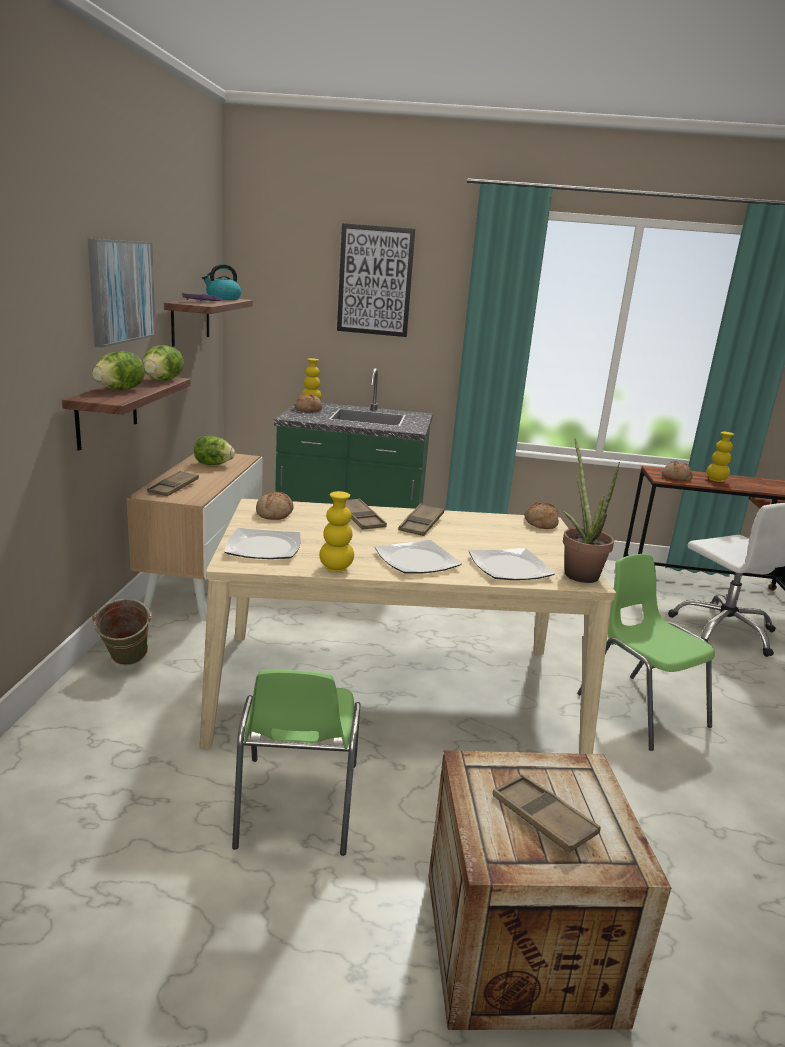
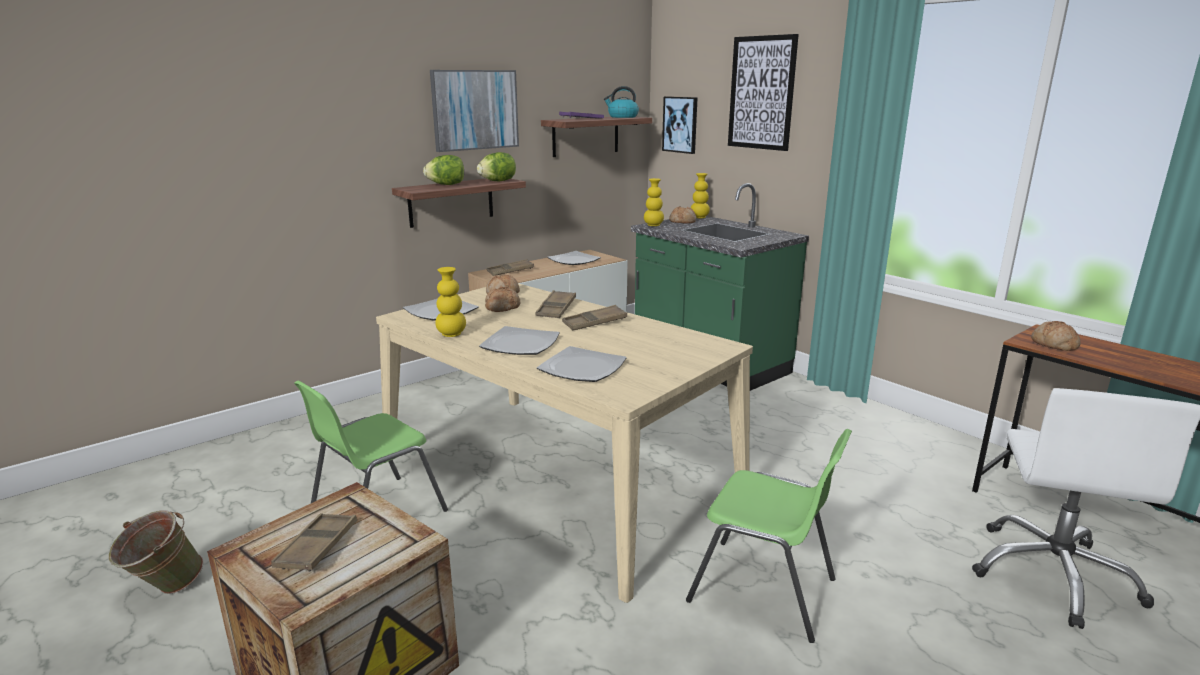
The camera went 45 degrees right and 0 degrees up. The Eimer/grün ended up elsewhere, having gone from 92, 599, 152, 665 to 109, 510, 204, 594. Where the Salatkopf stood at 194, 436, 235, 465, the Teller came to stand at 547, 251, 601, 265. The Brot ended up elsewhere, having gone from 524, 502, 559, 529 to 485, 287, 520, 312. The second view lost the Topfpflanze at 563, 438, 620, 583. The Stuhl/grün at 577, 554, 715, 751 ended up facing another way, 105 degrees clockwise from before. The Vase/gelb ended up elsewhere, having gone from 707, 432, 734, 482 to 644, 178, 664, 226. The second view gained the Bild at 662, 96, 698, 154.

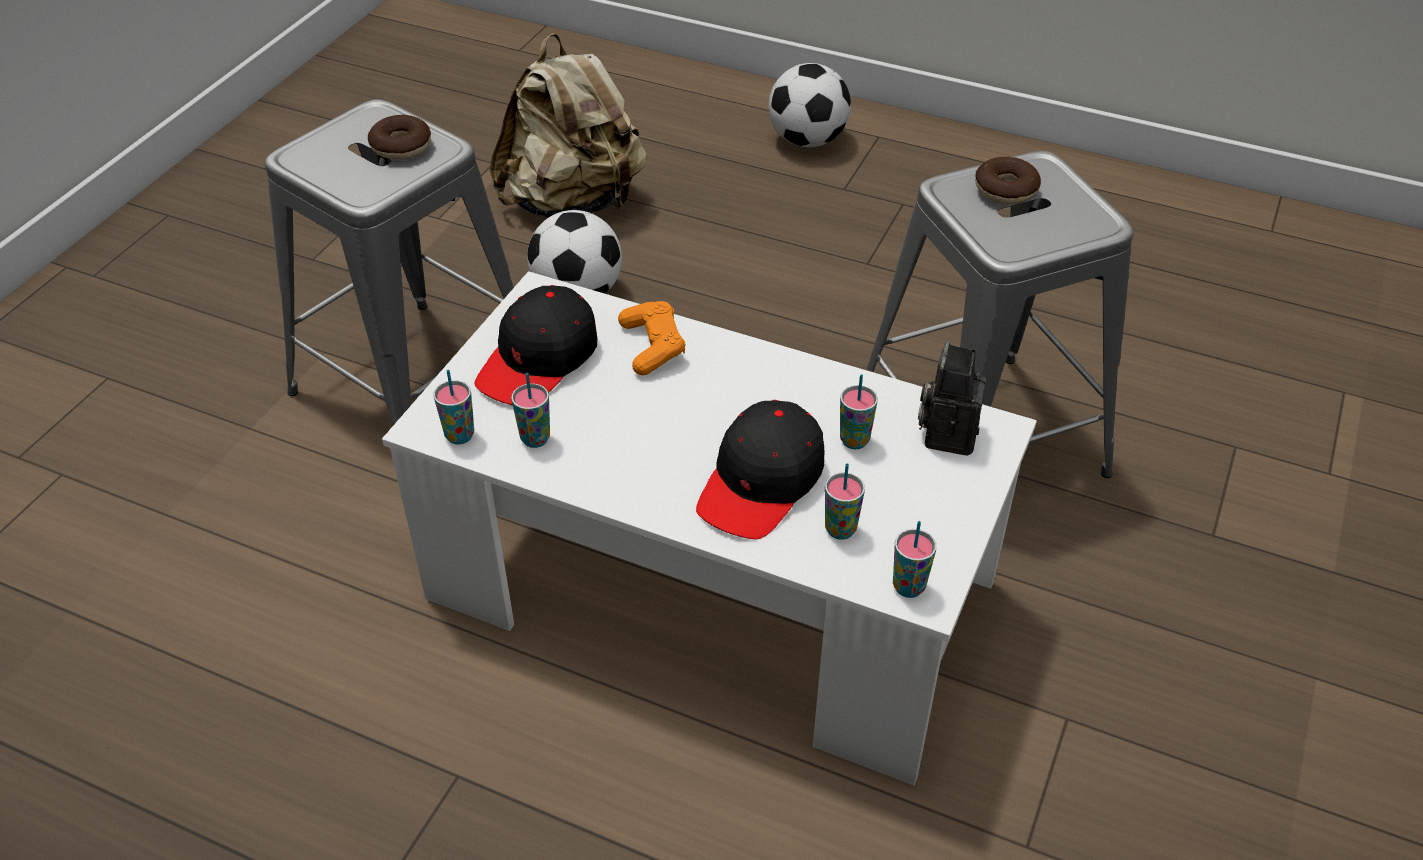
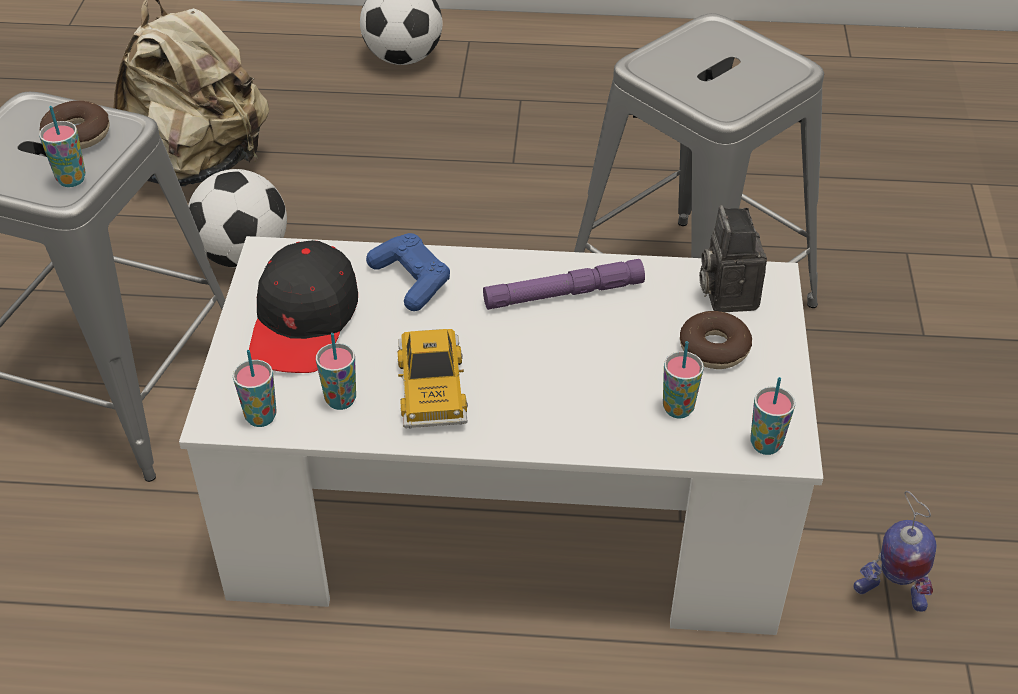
The camera went 20 degrees left and 0 degrees up. What was the Gamepad/orange at 618, 301, 685, 375 turned into the Gamepad/blau at 366, 233, 450, 311. The second view lost the Kappe/schwarz at 696, 400, 824, 539. The Tasse ended up elsewhere, having gone from 840, 374, 878, 449 to 39, 106, 86, 187. The Donut ended up elsewhere, having gone from 975, 157, 1041, 205 to 680, 311, 752, 369. The second view gained the Spielzeugauto at 398, 329, 468, 429. The second view gained the Taschenlampe/lila at 483, 259, 645, 310. The second view gained the Spielzeugroboter at 853, 491, 937, 612.

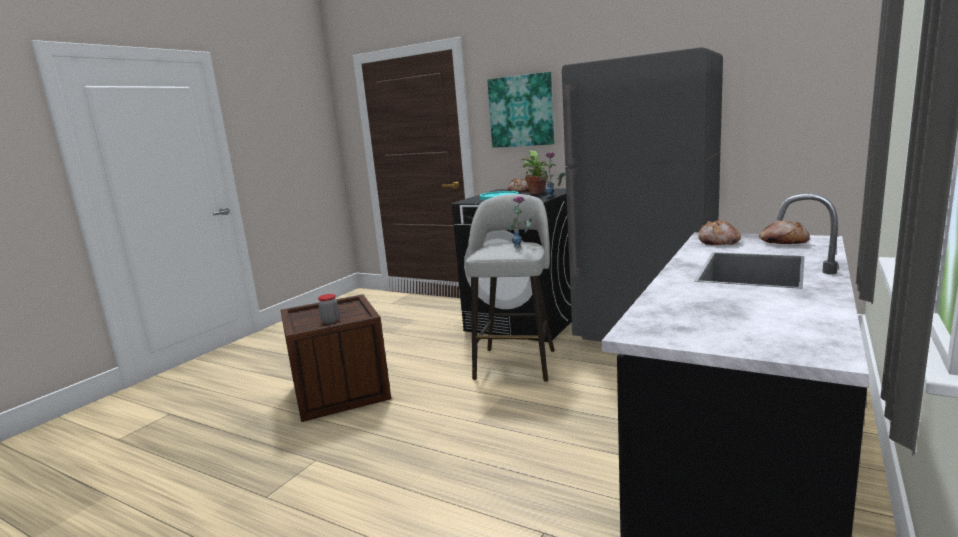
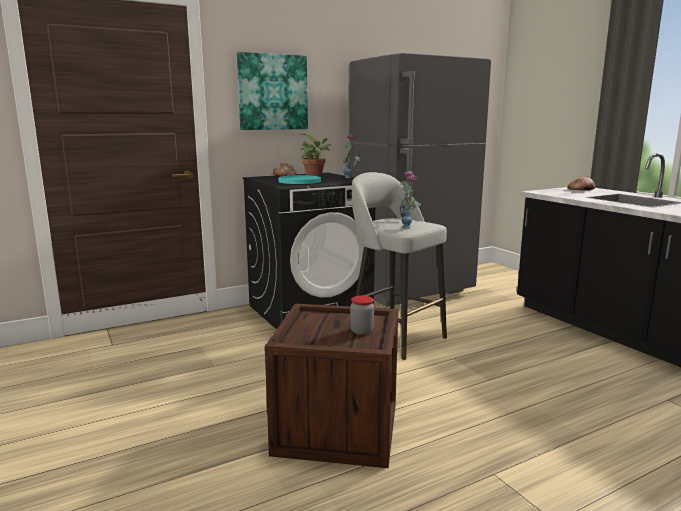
The camera went 60 degrees left and 0 degrees up. The second view lost the Brot at 698, 220, 741, 245. The second view gained the Vase at 402, 175, 421, 228.

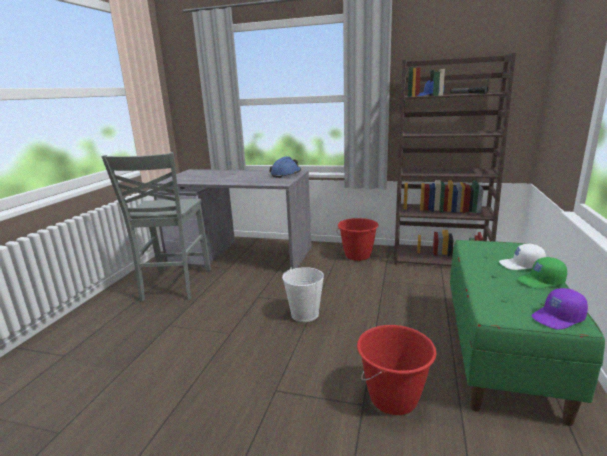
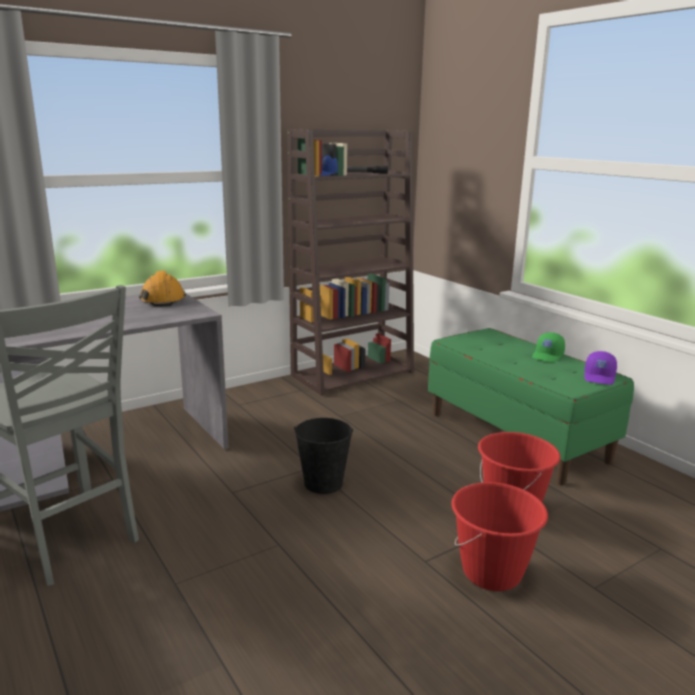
The camera went 50 degrees left and 0 degrees up. What was the Schutzhelm/blau at 269, 156, 301, 178 turned into the Schutzhelm/orange at 139, 271, 186, 307. What was the Eimer/weiß at 282, 267, 324, 322 turned into the Eimer/schwarz at 294, 418, 353, 494. The Eimer/rot ended up elsewhere, having gone from 337, 218, 379, 261 to 451, 482, 548, 591. The second view lost the Kappe/weiß at 499, 244, 546, 270.

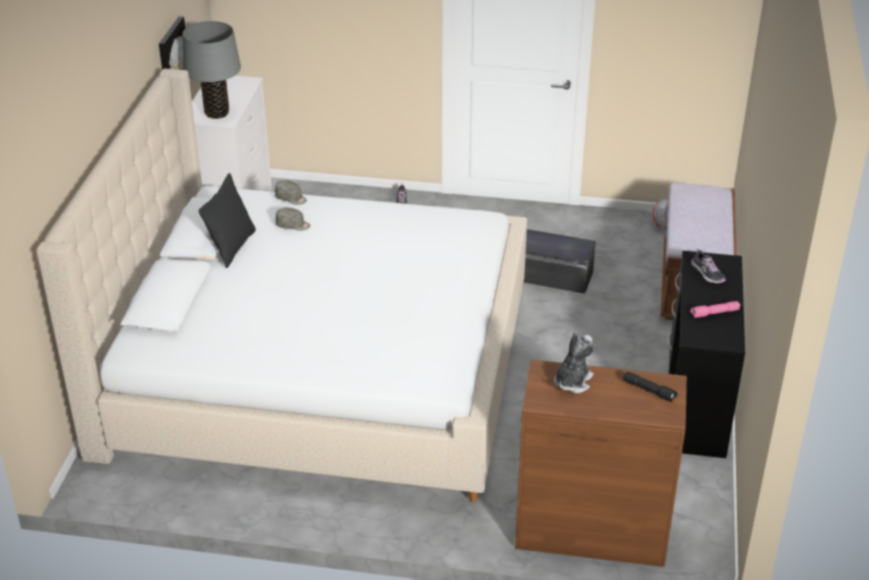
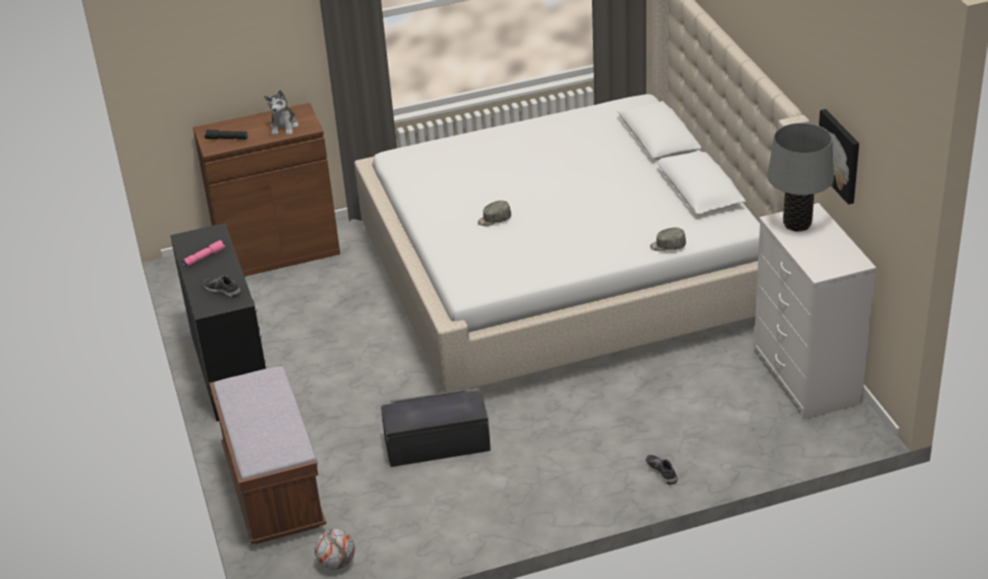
The camera went 155 degrees right and 0 degrees up. The second view lost the Kissen/schwarz at 199, 173, 256, 268. The Kappe/grau ended up elsewhere, having gone from 275, 207, 310, 231 to 478, 200, 511, 226.

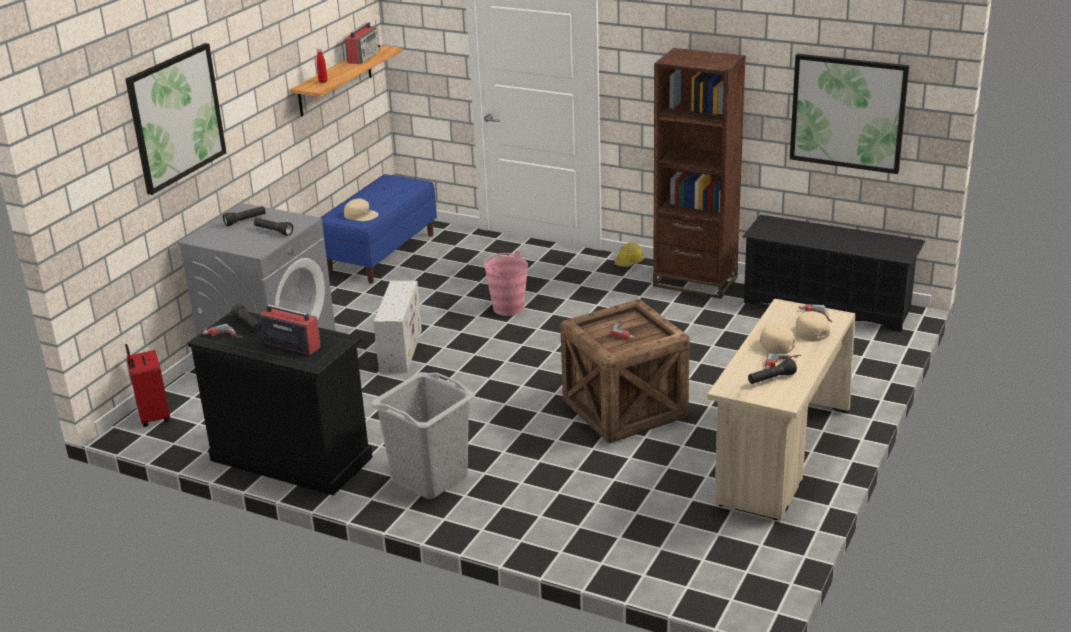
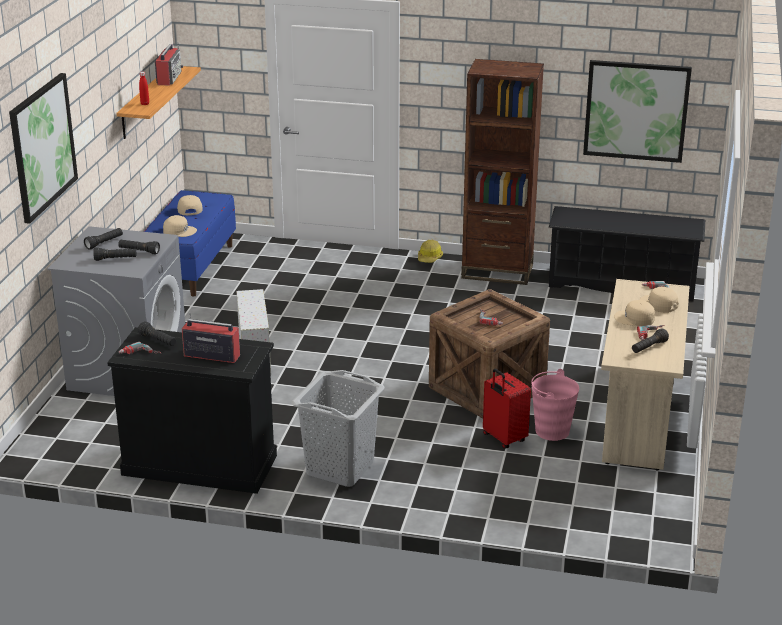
The camera went 15 degrees left and 0 degrees up. The Koffer/rot ended up elsewhere, having gone from 125, 344, 170, 427 to 483, 369, 531, 448. The Eimer/rosa ended up elsewhere, having gone from 484, 251, 528, 316 to 531, 369, 579, 441. The second view gained the Taschenlampe/schwarz at 93, 247, 136, 261. The second view gained the Kappe/beige at 177, 195, 202, 215.

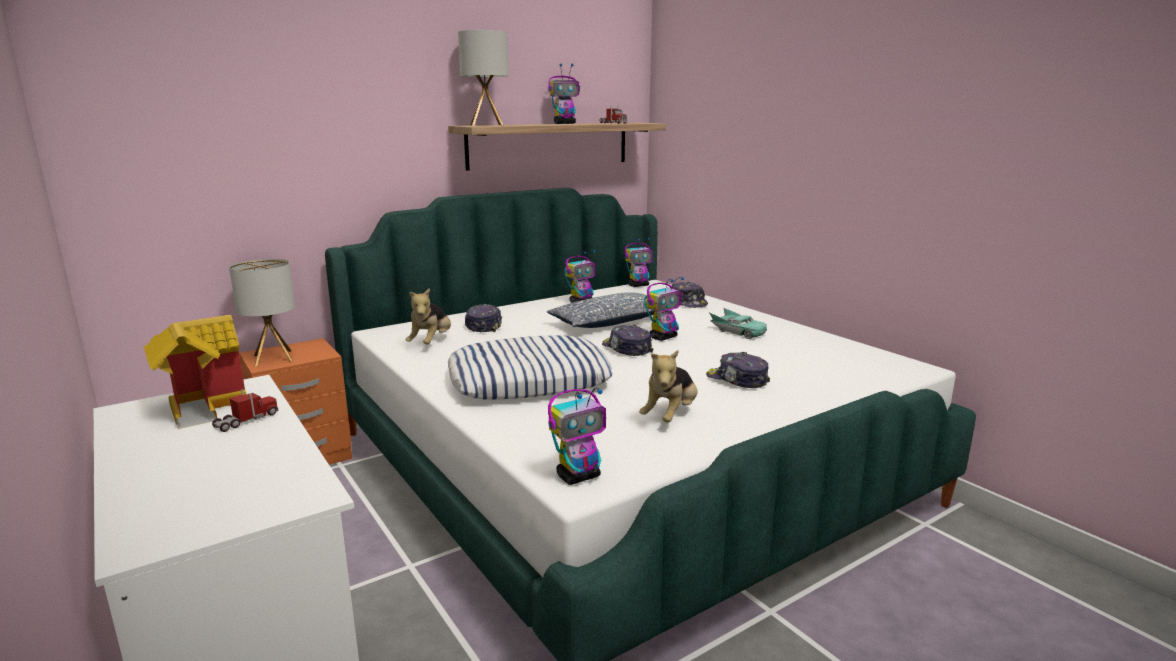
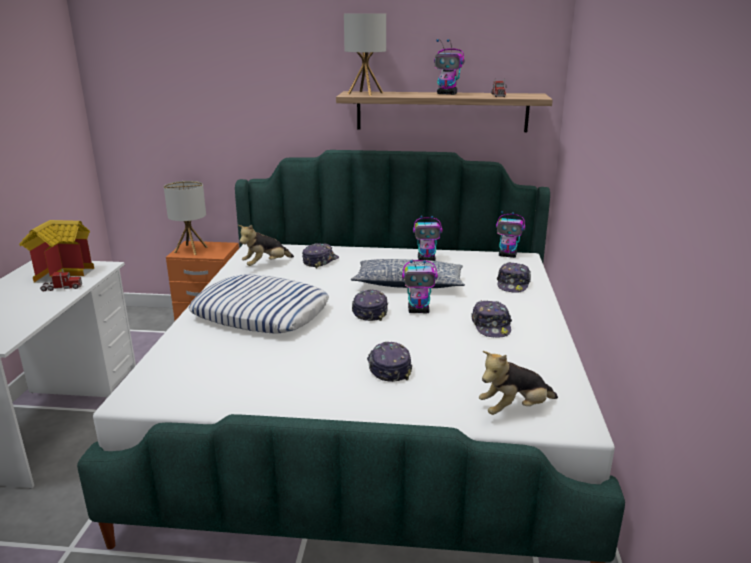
The camera went 40 degrees right and 5 degrees up. The second view lost the Spielzeugroboter at 548, 388, 606, 485. The Plüschtier ended up elsewhere, having gone from 639, 350, 698, 422 to 479, 351, 558, 415. Where the Spielzeugauto/türkis stood at 710, 308, 767, 339, the Kappe came to stand at 472, 300, 512, 338.

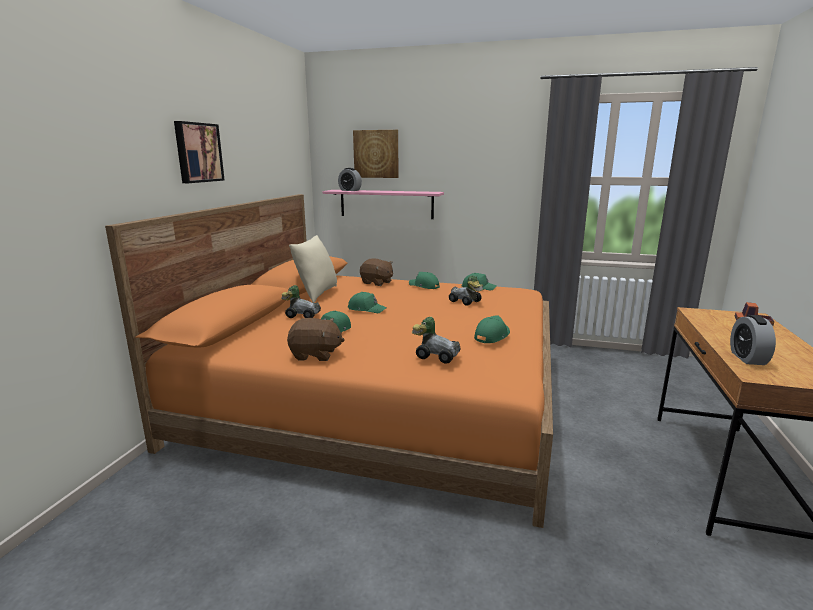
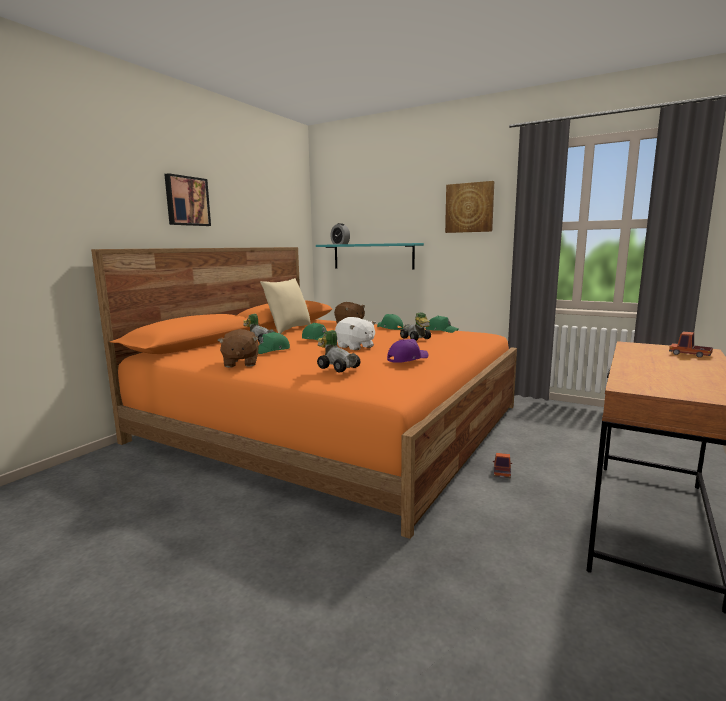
The camera went 15 degrees right and 5 degrees down. The Plüschtier/braun at 287, 318, 344, 361 ended up facing another way, 60 degrees clockwise from before. What was the Wandregal/rosa at 322, 190, 444, 219 turned into the Wandregal/türkis at 316, 243, 424, 270. The Bild ended up elsewhere, having gone from 353, 130, 399, 178 to 445, 181, 494, 233. What was the Kappe/grün at 474, 315, 510, 343 turned into the Kappe/lila at 387, 339, 428, 363. The second view lost the Wecker at 730, 315, 776, 365. The second view gained the Plüschtier/weiß at 335, 317, 376, 350. The second view gained the Spielzeuglaster at 493, 453, 512, 478.

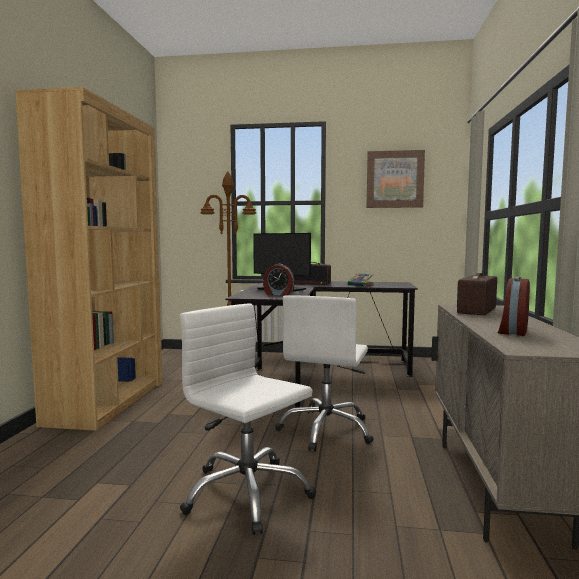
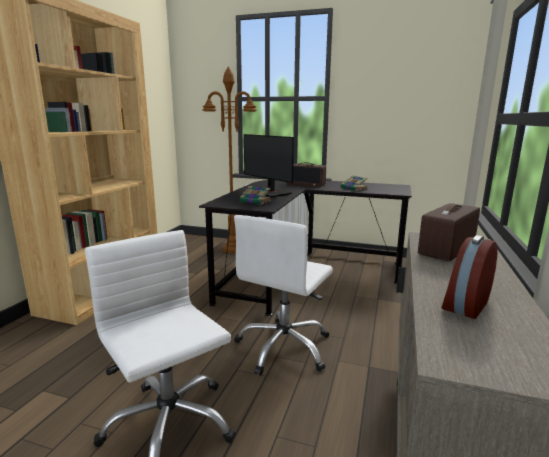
The camera went 10 degrees right and 10 degrees up. Where the Wecker stood at 263, 264, 295, 296, the Buch came to stand at 240, 186, 271, 205. The second view lost the Bild at 367, 150, 425, 208.

